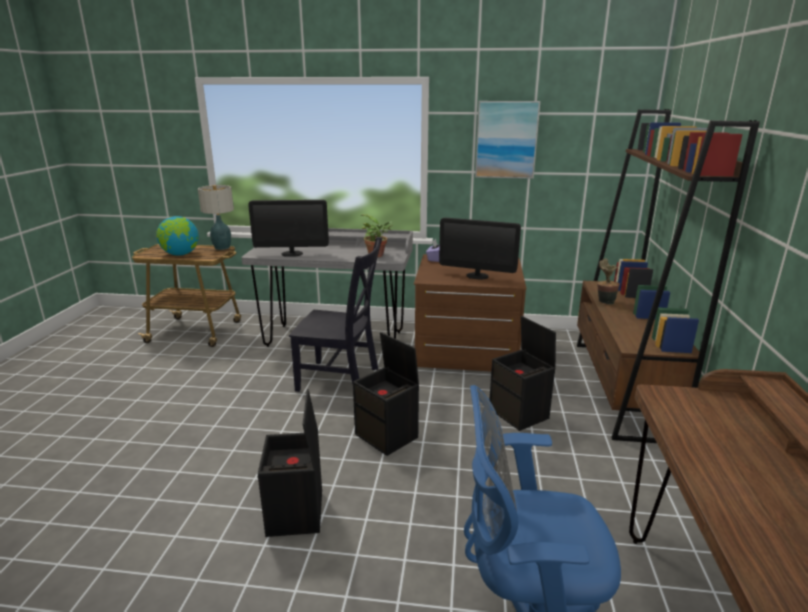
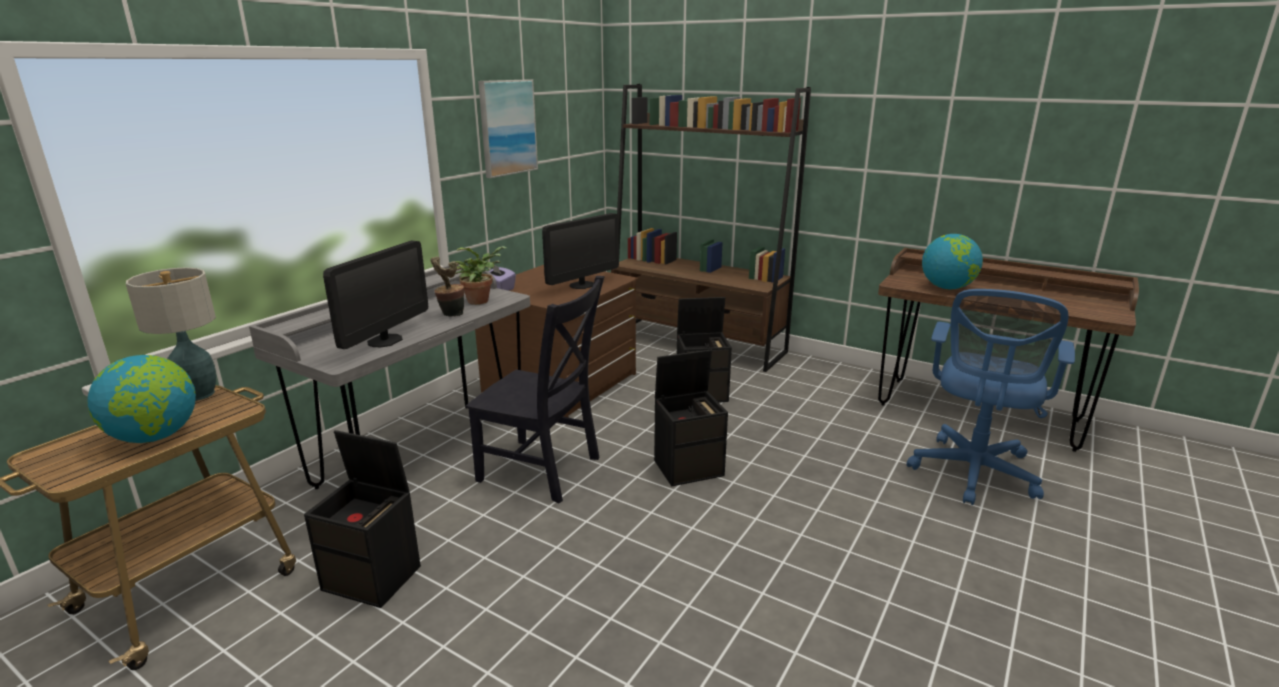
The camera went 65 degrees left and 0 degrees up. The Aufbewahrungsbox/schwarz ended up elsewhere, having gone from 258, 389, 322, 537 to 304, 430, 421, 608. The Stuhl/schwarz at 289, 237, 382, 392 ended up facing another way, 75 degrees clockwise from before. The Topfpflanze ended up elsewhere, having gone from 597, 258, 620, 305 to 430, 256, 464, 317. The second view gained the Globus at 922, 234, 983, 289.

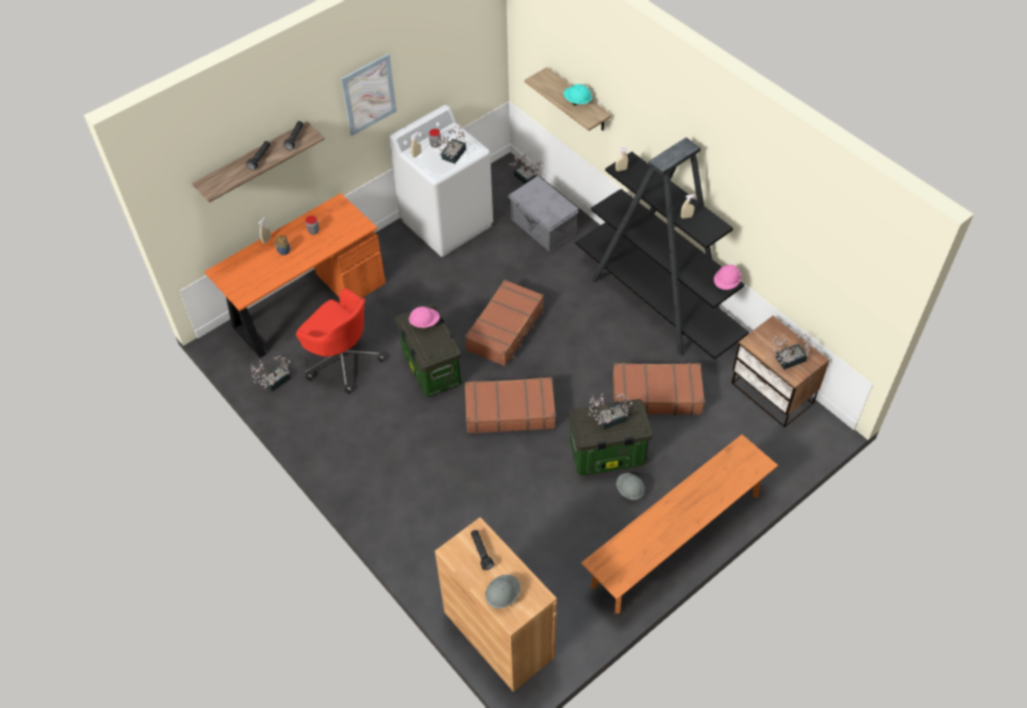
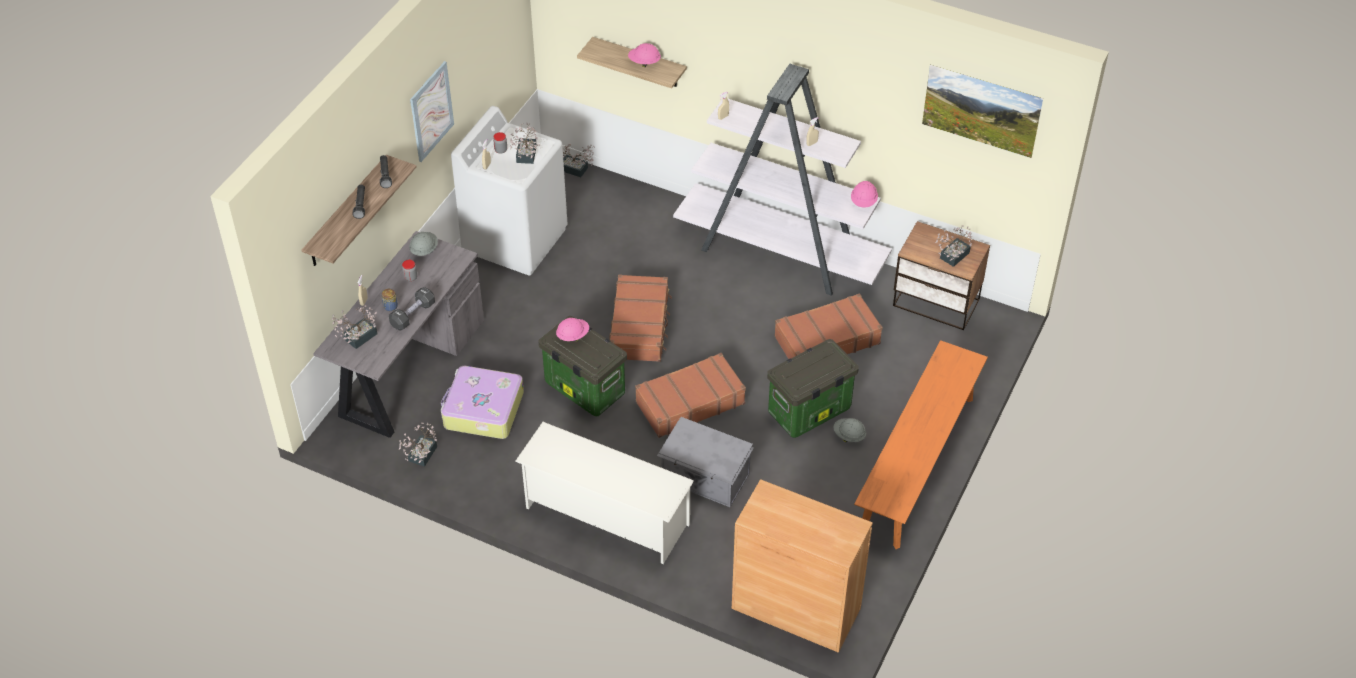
The camera went 25 degrees left and 5 degrees down. What was the Schreibtisch/orange at 204, 193, 386, 358 turned into the Schreibtisch/grau at 313, 231, 484, 438. Where the Bürostuhl/rot stood at 296, 288, 386, 394, the Koffer came to stand at 441, 366, 524, 439. The second view lost the Taschenlampe/schwarz at 471, 530, 494, 570. The Schutzhelm/grau ended up elsewhere, having gone from 485, 575, 520, 609 to 409, 232, 438, 256. The Aufbewahrungsbox/grau ended up elsewhere, having gone from 507, 176, 579, 252 to 657, 417, 754, 507. What was the Schutzhelm/türkis at 563, 84, 592, 106 turned into the Schutzhelm/rosa at 628, 43, 661, 67. What was the Bücherregal/schwarz at 575, 137, 749, 360 turned into the Bücherregal/weiß at 673, 64, 892, 296. The Topfpflanze ended up elsewhere, having gone from 589, 393, 632, 430 to 332, 305, 377, 349. The second view gained the Hantel/schwarz at 389, 287, 435, 331. The second view gained the Schuhregal/weiß at 515, 422, 694, 564. The second view gained the Bild at 922, 65, 1043, 158.

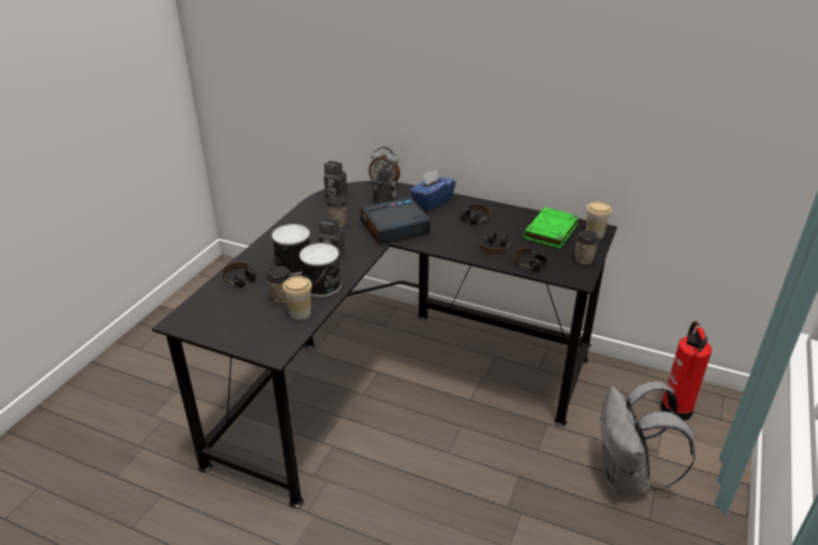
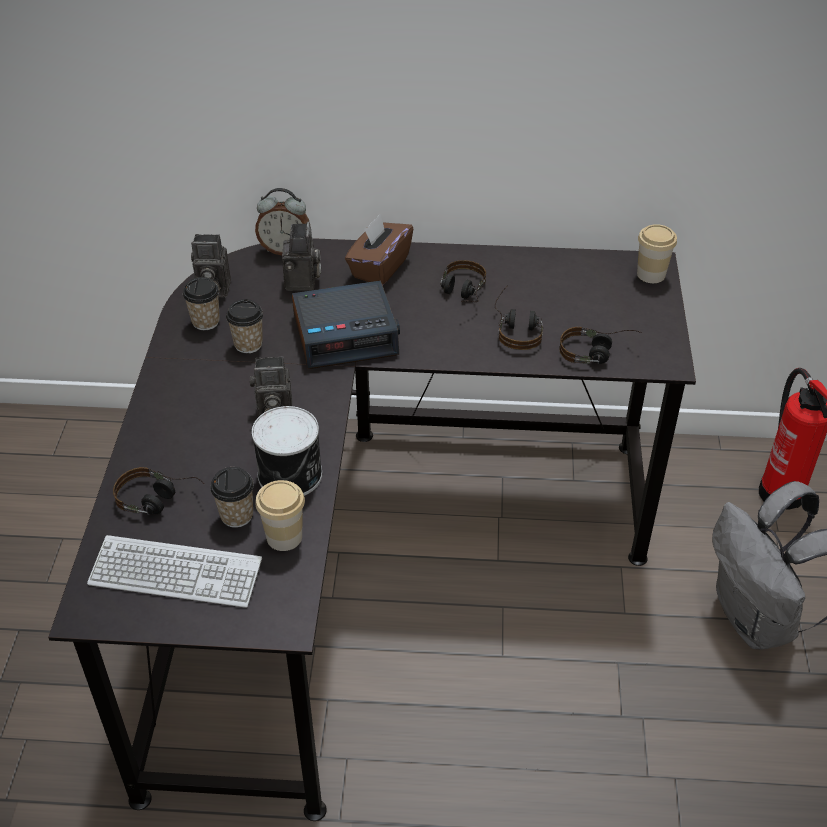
The camera went 20 degrees left and 10 degrees up. The second view lost the Dose at 272, 224, 310, 275. The Wecker at 360, 197, 430, 245 ended up facing another way, 150 degrees counterclockwise from before. What was the Taschentuchbox/blau at 410, 169, 456, 210 turned into the Taschentuchbox/braun at 345, 214, 413, 285. The second view lost the Buch/grün at 523, 207, 579, 249. The Tasse ended up elsewhere, having gone from 575, 230, 599, 264 to 183, 277, 220, 330. The second view gained the Tastatur at 87, 535, 262, 608.

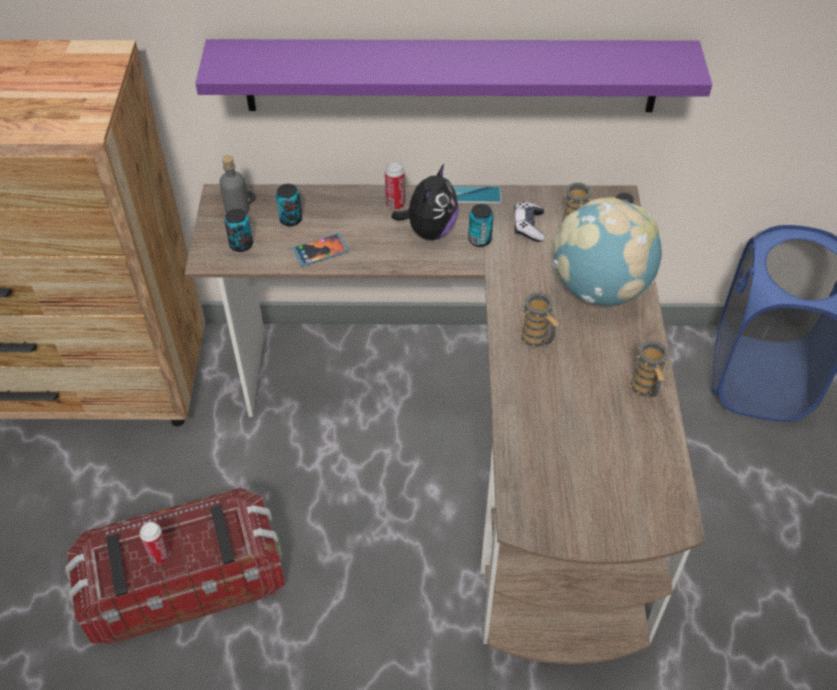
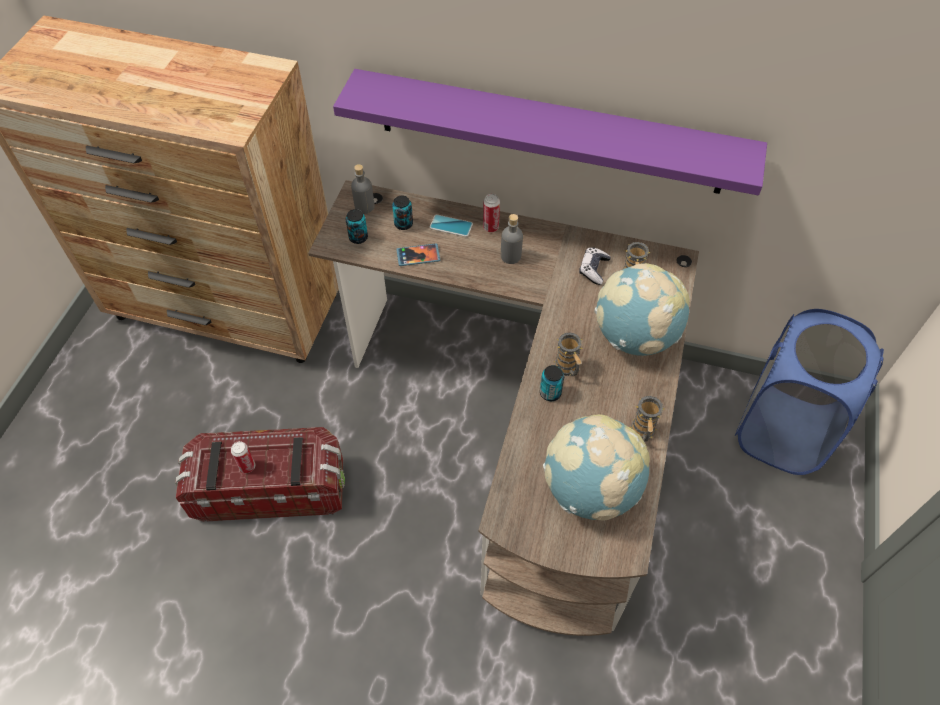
The camera went 15 degrees right and 5 degrees up. Where the Plüschtier stood at 391, 164, 459, 240, the Flasche/grau came to stand at 501, 214, 523, 264. The Handy ended up elsewhere, having gone from 453, 186, 501, 204 to 430, 215, 473, 237. The Dose ended up elsewhere, having gone from 468, 204, 494, 247 to 540, 365, 564, 401. The second view gained the Globus at 543, 414, 650, 520.

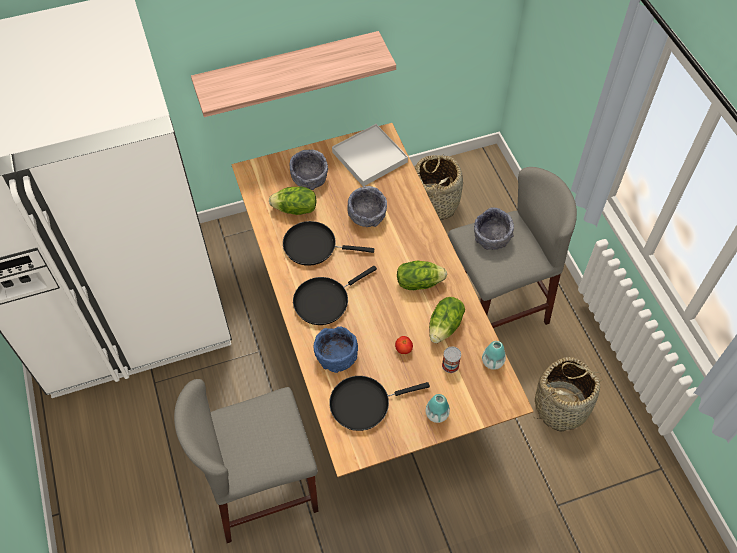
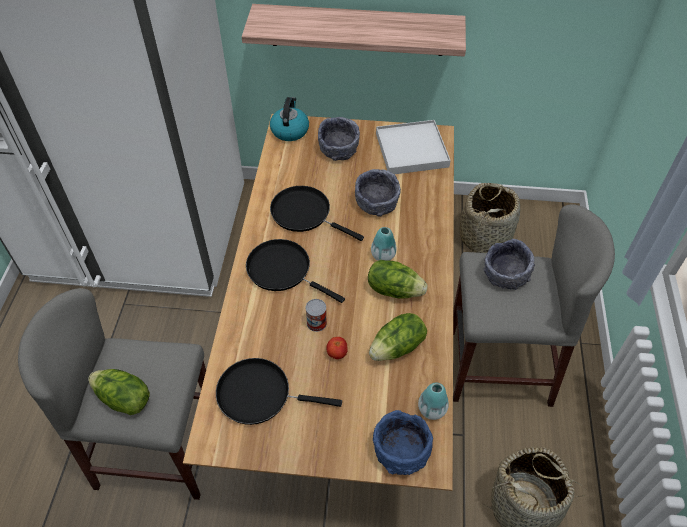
The camera went 25 degrees right and 5 degrees down. The Salatkopf ended up elsewhere, having gone from 269, 187, 317, 215 to 88, 369, 150, 415. The Pfanne/schwarz at 293, 266, 377, 325 ended up facing another way, 45 degrees clockwise from before. The Schüssel/blau ended up elsewhere, having gone from 314, 327, 358, 373 to 373, 410, 433, 475. The Vase ended up elsewhere, having gone from 425, 394, 450, 423 to 371, 227, 396, 261. The Dose ended up elsewhere, having gone from 442, 346, 461, 373 to 306, 299, 327, 332. The second view gained the Wasserkessel at 270, 97, 309, 141.

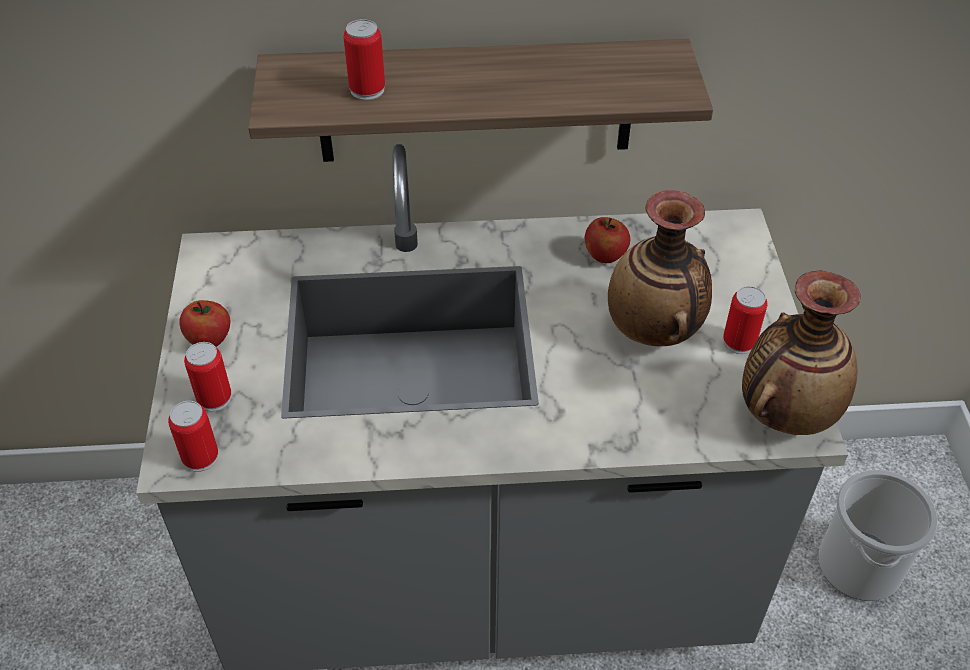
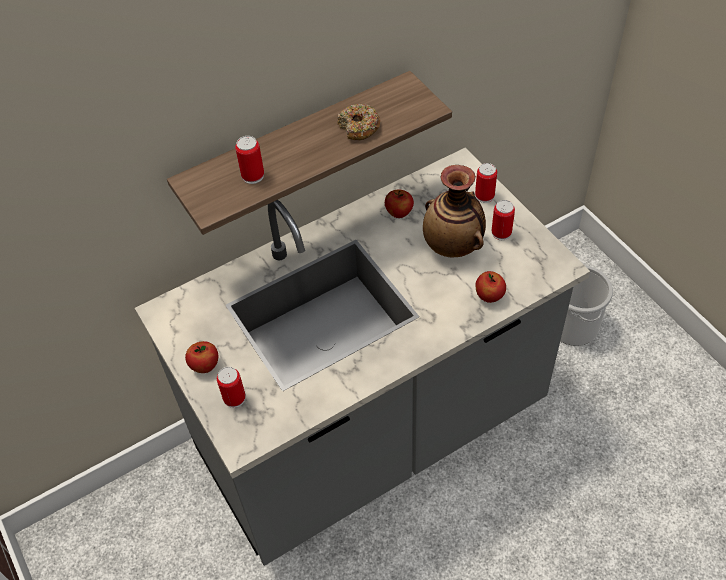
The camera went 25 degrees left and 5 degrees up. The Dose ended up elsewhere, having gone from 168, 401, 218, 472 to 475, 163, 497, 203. The second view lost the Vase at 742, 271, 861, 435. The second view gained the Donut at 337, 104, 380, 140. The second view gained the Apfel at 476, 271, 506, 303.

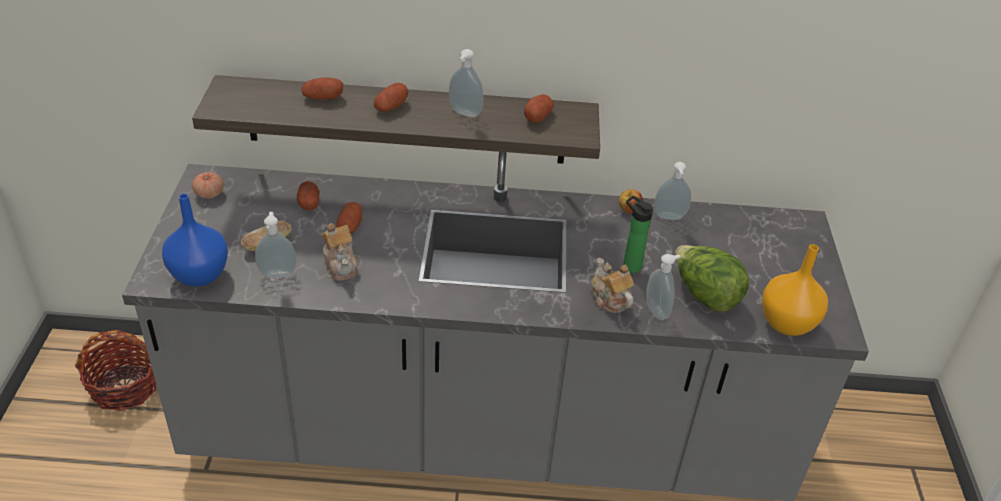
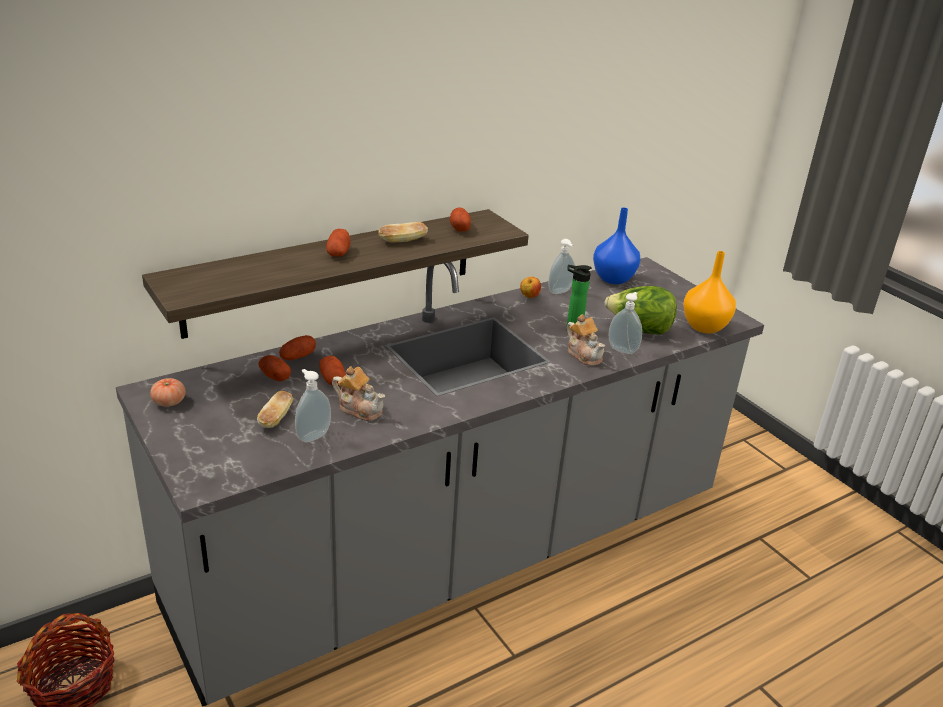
The camera went 35 degrees left and 10 degrees down. The Vase/blau ended up elsewhere, having gone from 162, 193, 228, 287 to 593, 208, 640, 284. The Kartoffel ended up elsewhere, having gone from 301, 77, 343, 99 to 279, 335, 316, 360. Where the Seifenspender stood at 449, 49, 483, 117, the Brot came to stand at 378, 222, 428, 242. The Teekanne at 591, 258, 634, 313 ended up facing another way, 150 degrees counterclockwise from before.

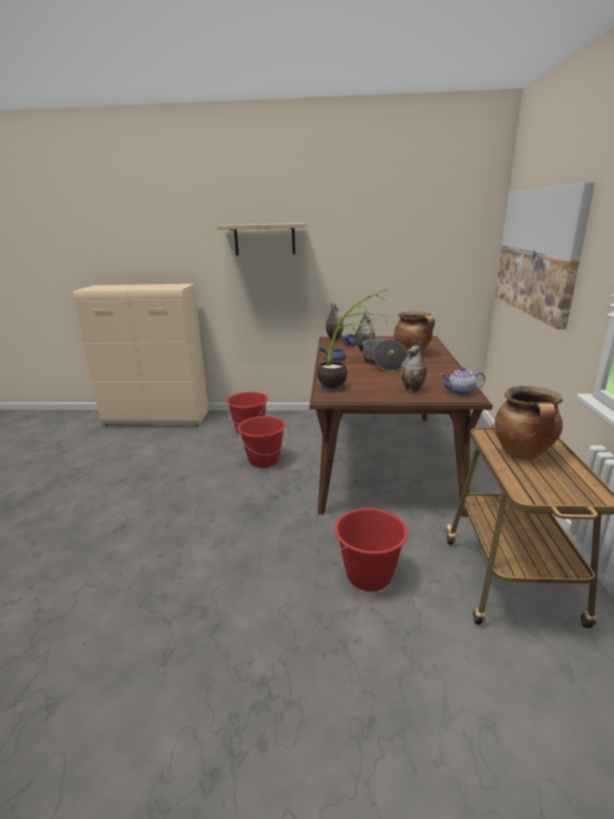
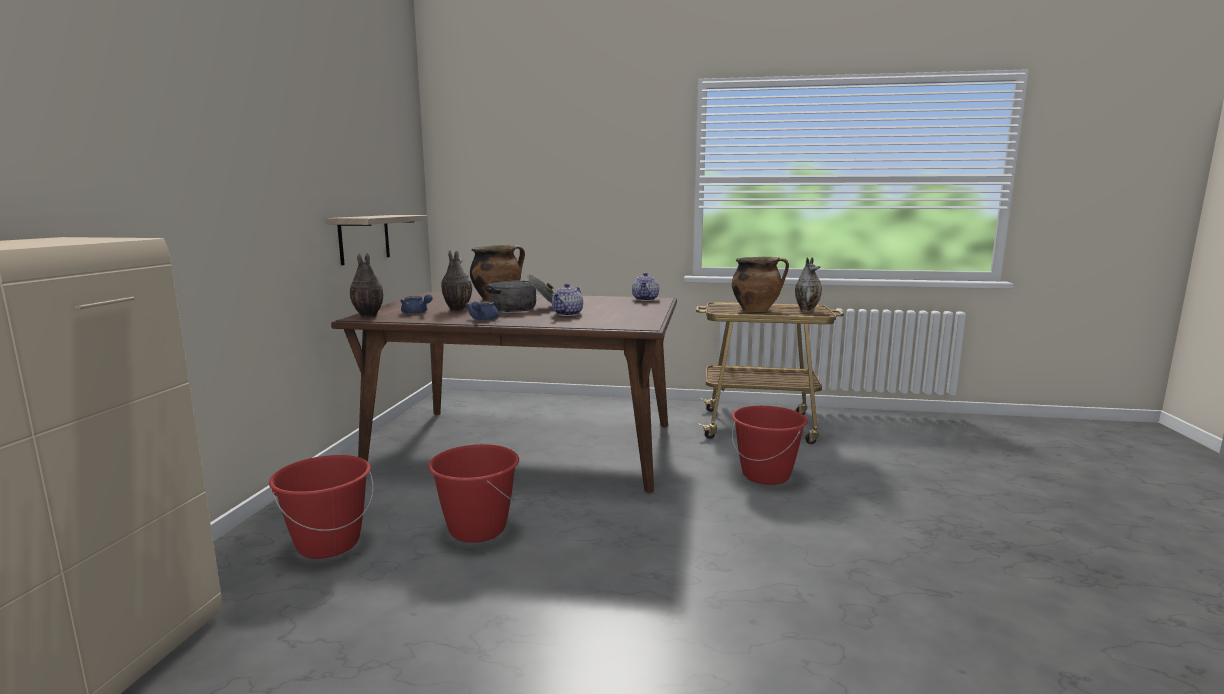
The camera went 85 degrees left and 10 degrees down. The Wandregal ended up elsewhere, having gone from 217, 223, 305, 255 to 327, 215, 428, 265. The second view lost the Topfpflanze at 317, 289, 390, 392. The Vase ended up elsewhere, having gone from 401, 339, 427, 392 to 795, 257, 822, 312. The second view lost the Bild at 495, 182, 595, 329. The second view gained the Teekanne at 552, 283, 583, 316.

